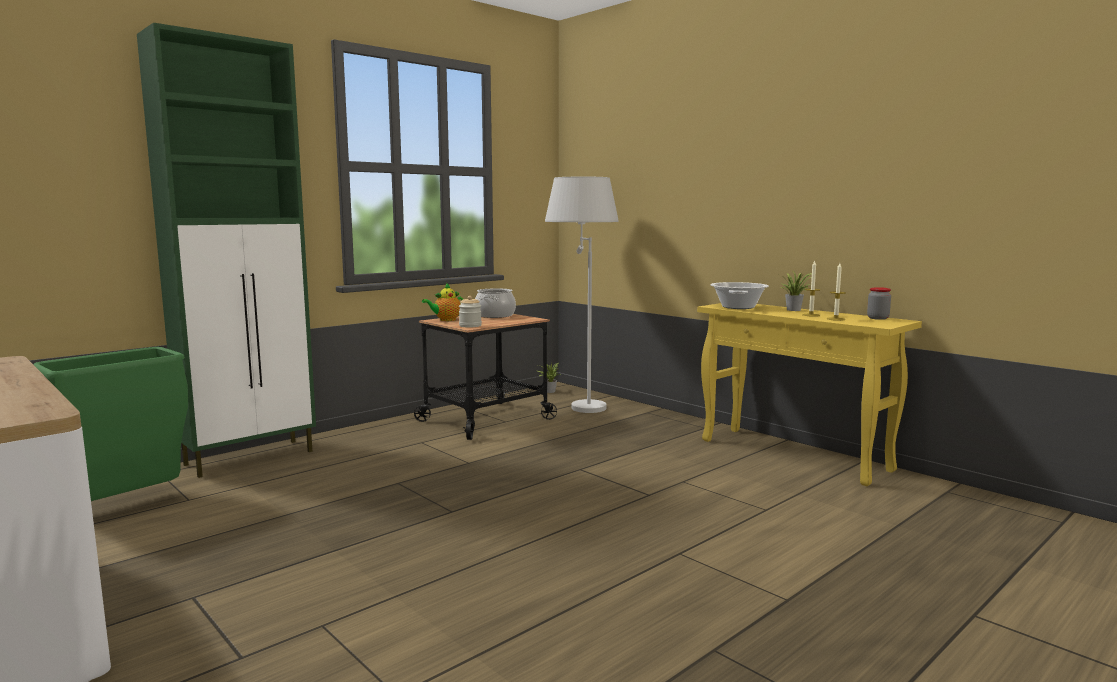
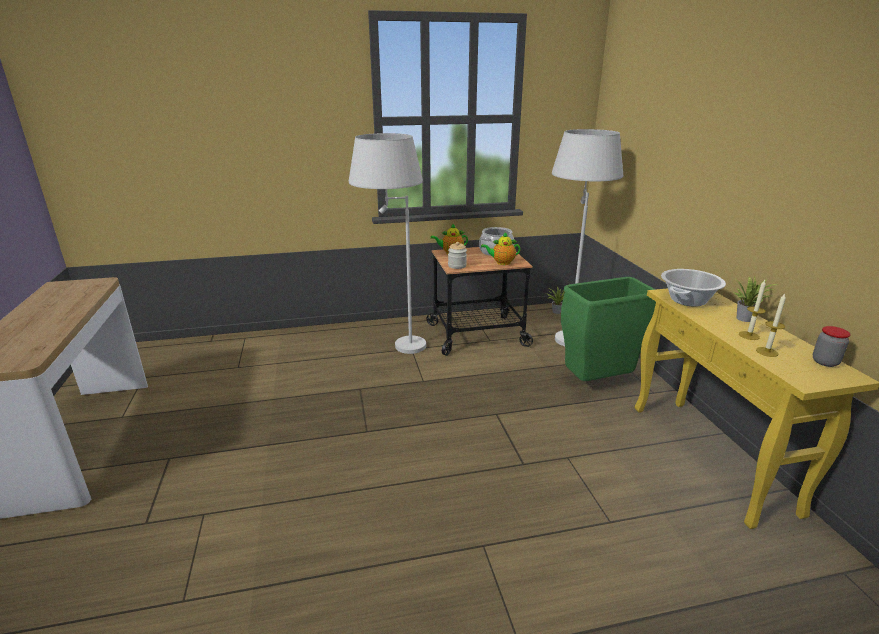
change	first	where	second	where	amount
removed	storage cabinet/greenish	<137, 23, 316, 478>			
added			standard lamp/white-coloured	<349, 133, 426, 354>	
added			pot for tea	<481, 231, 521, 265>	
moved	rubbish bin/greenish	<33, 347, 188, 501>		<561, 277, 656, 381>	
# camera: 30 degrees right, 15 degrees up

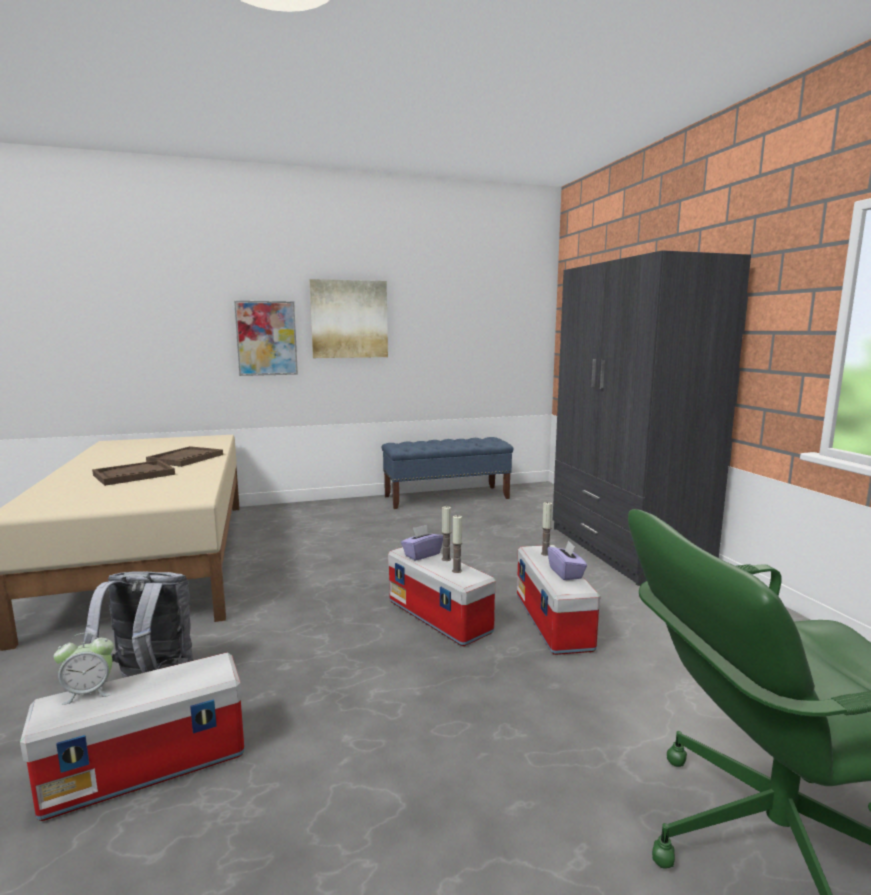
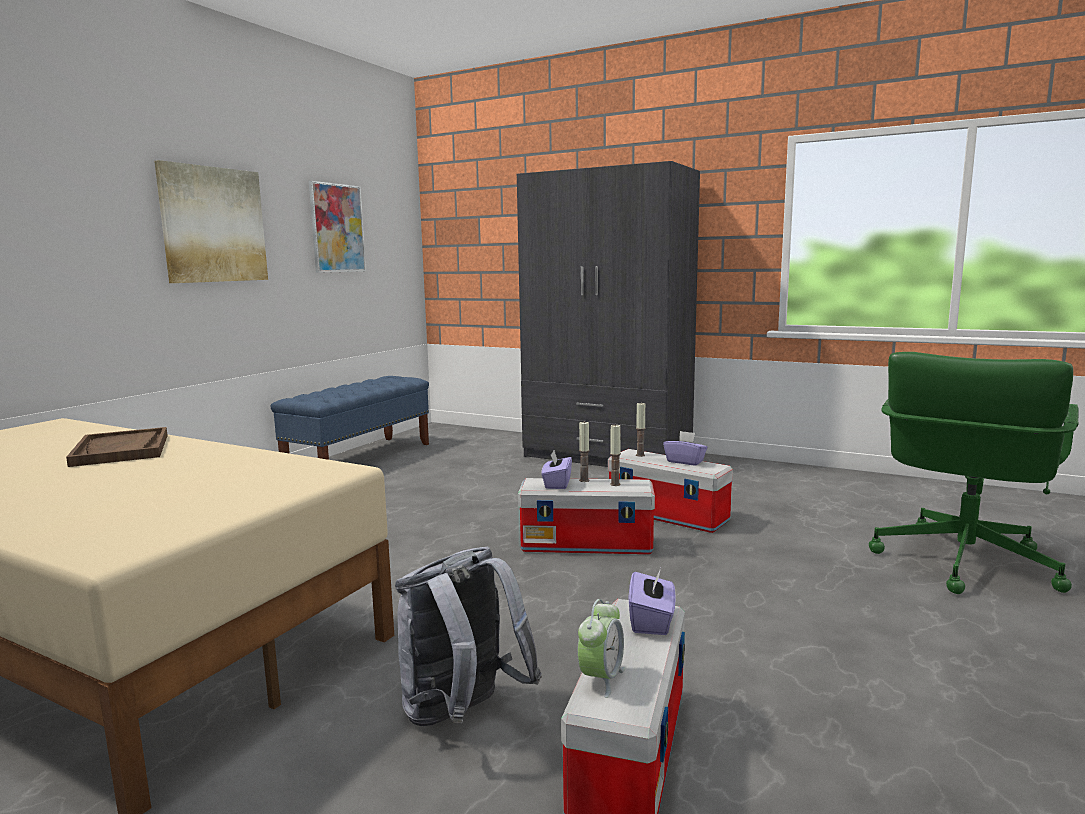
change	first	where	second	where	amount
removed	carrying tray/brownish	<92, 460, 175, 486>			
added			tissue box/purple	<629, 568, 676, 635>	
moved	wall art	<234, 301, 298, 376>		<309, 181, 366, 273>	
# camera: 45 degrees left, 0 degrees up

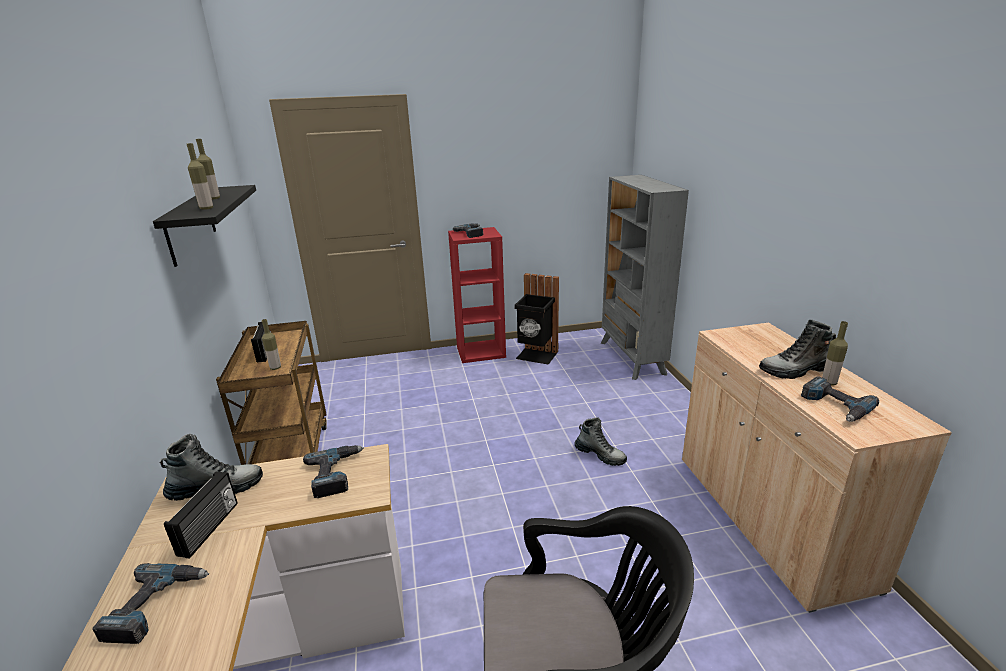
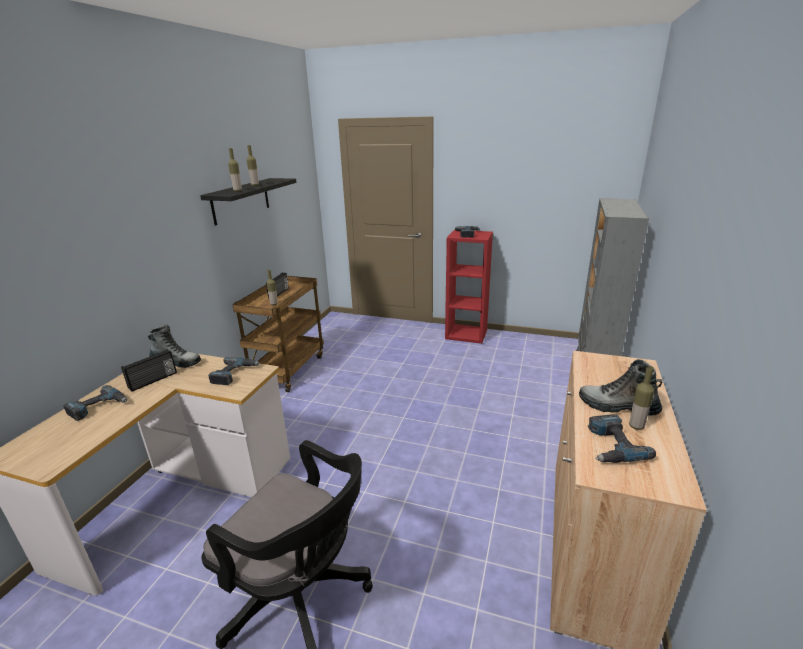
change	first	where	second	where	amount
removed	rubbish bin/blackish	<514, 273, 559, 365>			
removed	high-top boot	<575, 417, 627, 466>			
# camera: 30 degrees right, 0 degrees up

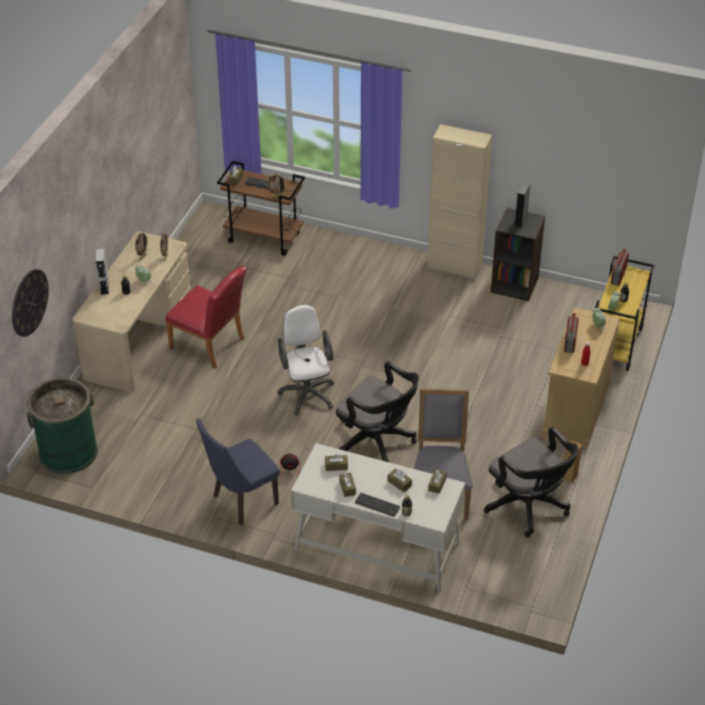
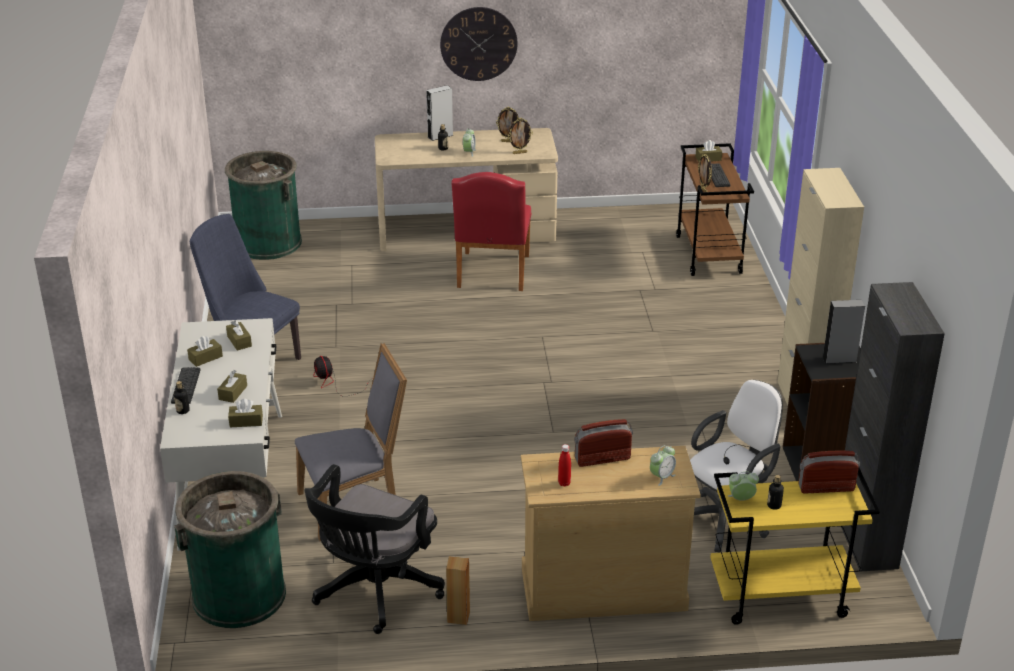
change	first	where	second	where	amount
removed	computer chair/blackish	<336, 361, 419, 462>			
added			rubbish bin/greenish	<174, 471, 286, 628>	
added			storage cabinet/blackish	<841, 282, 945, 572>	
moved	hanging clock	<12, 269, 49, 337>		<440, 7, 518, 81>	
moved	computer chair/white-coloured	<277, 304, 334, 416>		<690, 380, 783, 552>	
# camera: 65 degrees right, 10 degrees down

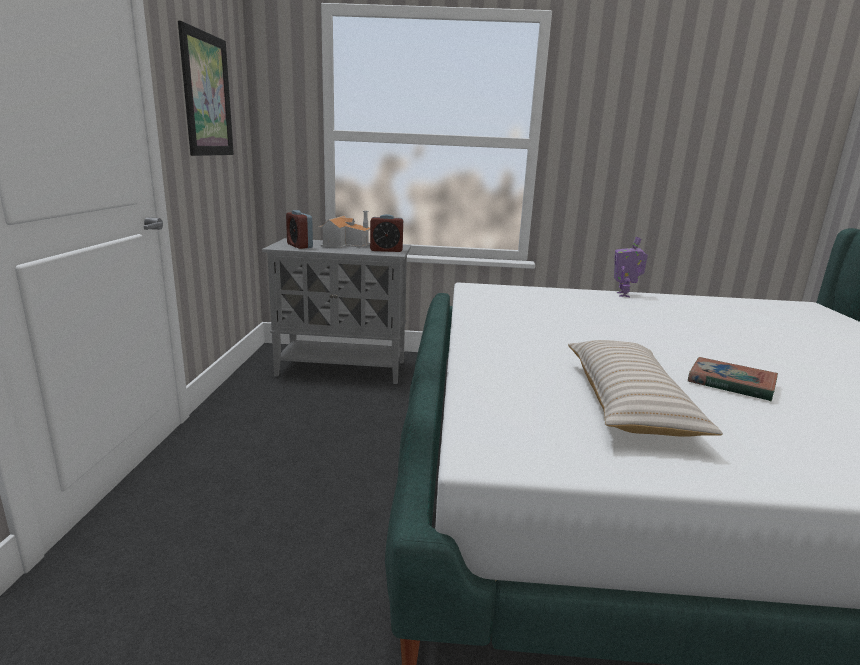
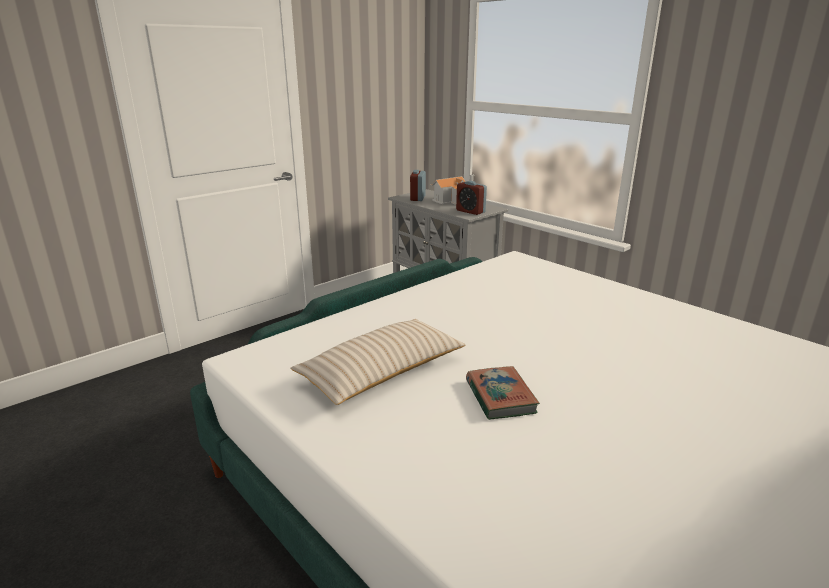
change	first	where	second	where	amount
removed	wall art	<178, 21, 234, 156>			
removed	toy robot	<614, 237, 648, 297>			
# camera: 45 degrees right, 5 degrees up

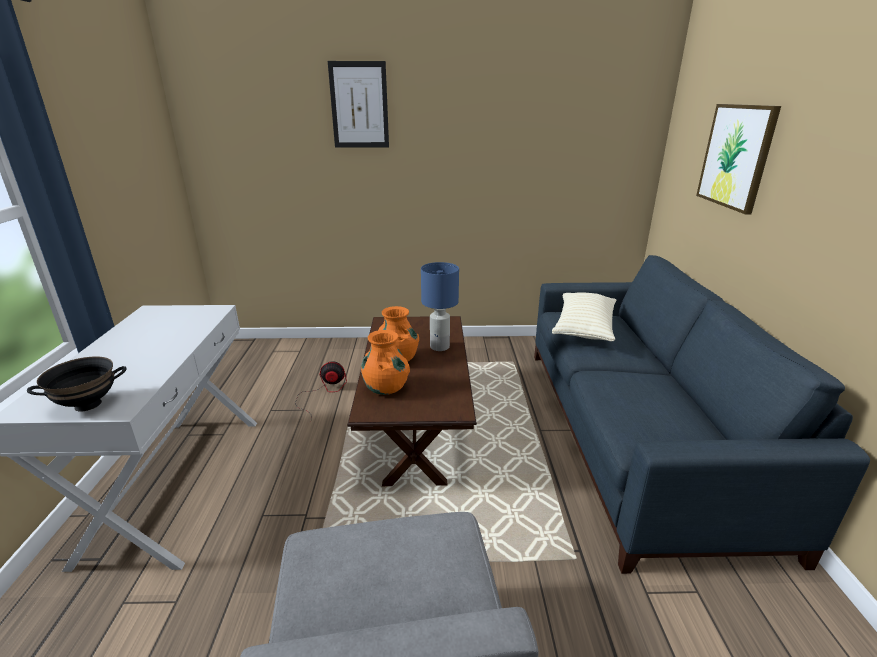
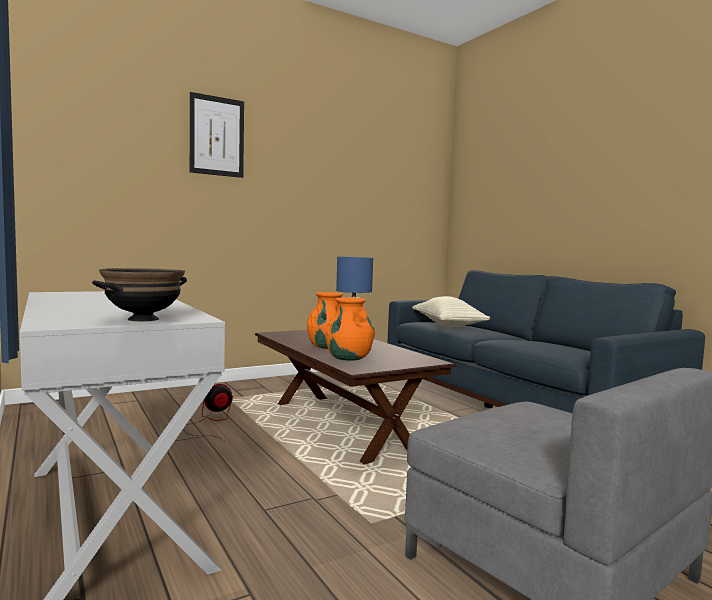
change	first	where	second	where	amount
removed	wall art	<696, 104, 781, 214>			
# camera: 30 degrees left, 20 degrees down

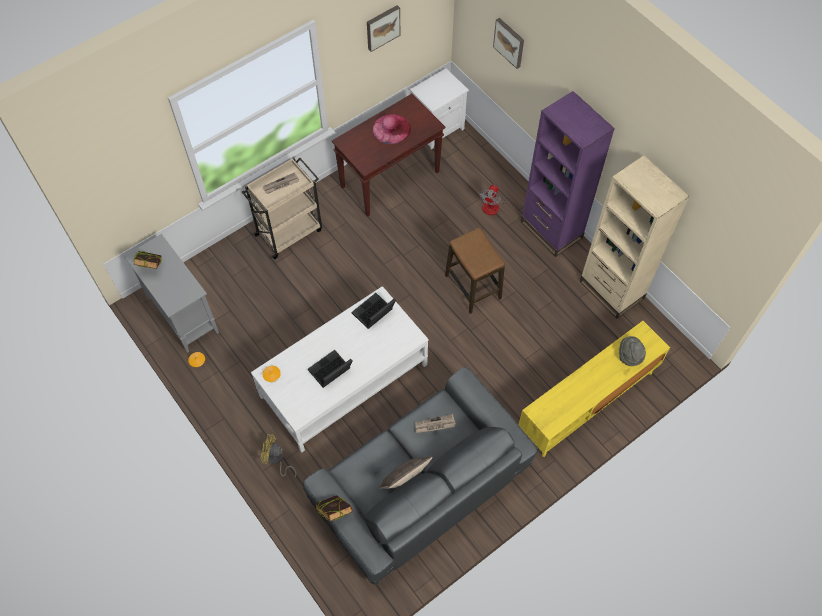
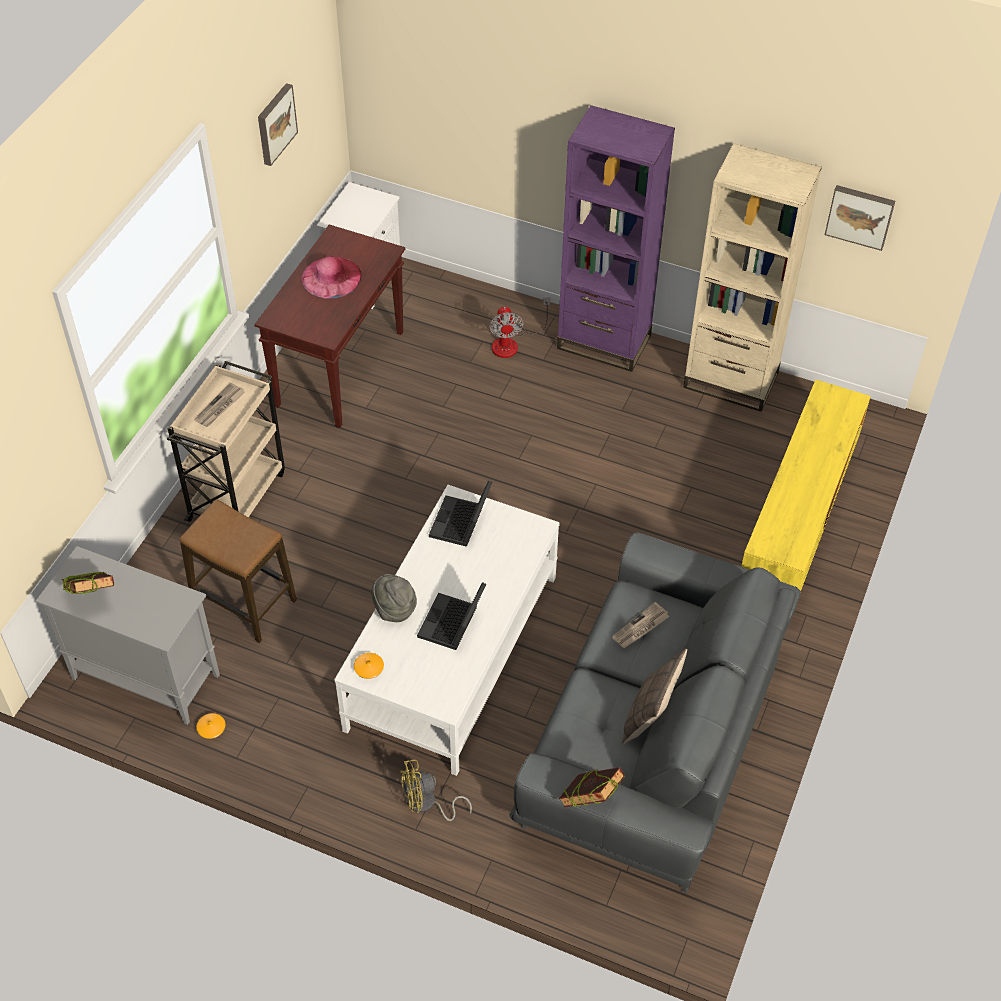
change	first	where	second	where	amount
moved	stool seat	<445, 227, 505, 314>		<180, 499, 297, 643>	
moved	wall art	<493, 18, 524, 69>		<825, 185, 895, 251>	
moved	hat/greyish	<619, 336, 646, 366>		<371, 574, 417, 622>	
# camera: 30 degrees left, 10 degrees down

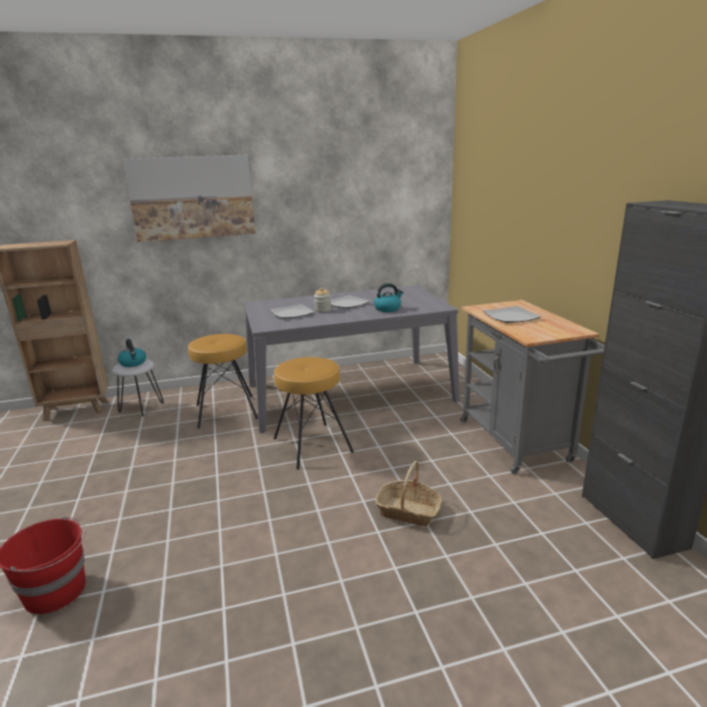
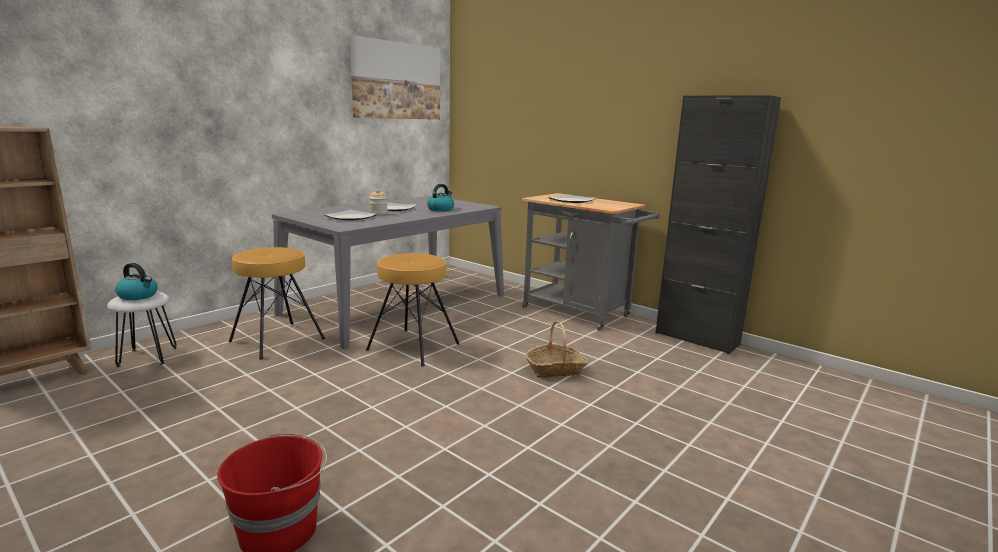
change	first	where	second	where	amount
moved	wall art	<123, 155, 255, 242>		<350, 35, 440, 120>	
# camera: 35 degrees left, 5 degrees down

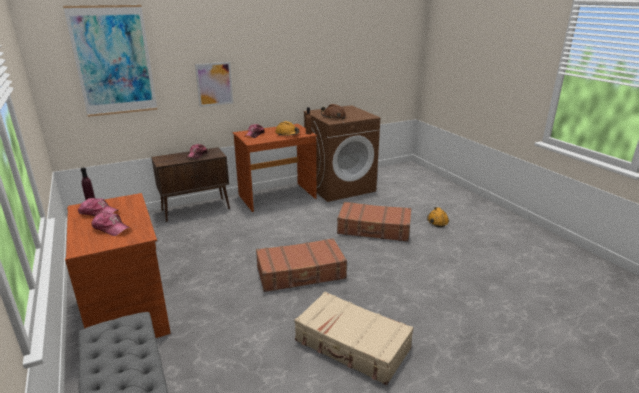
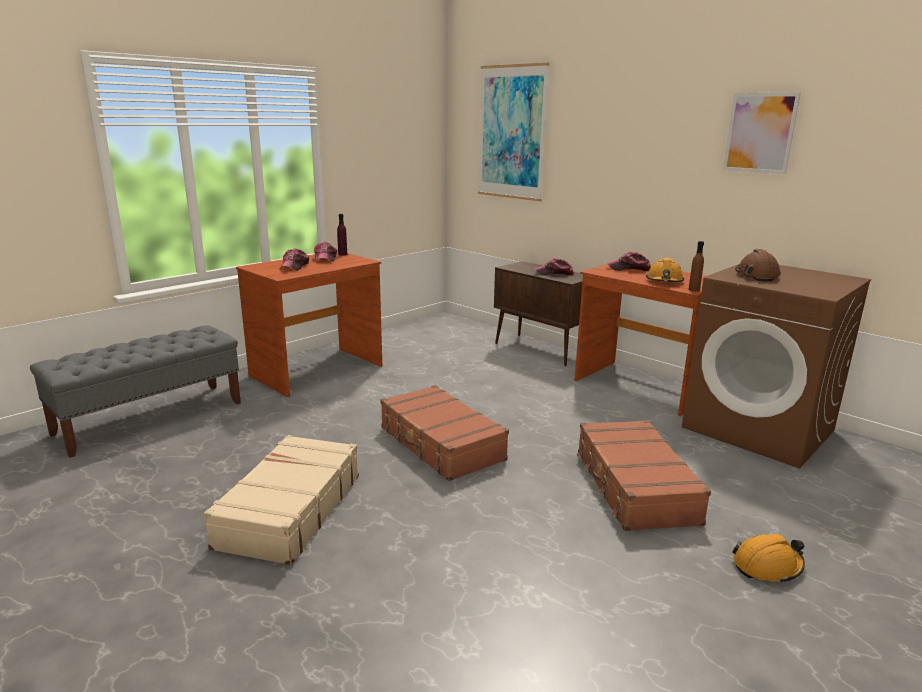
change	first	where	second	where	amount
moved	wall art	<195, 62, 233, 107>		<723, 93, 801, 174>	
# camera: 70 degrees right, 5 degrees down

